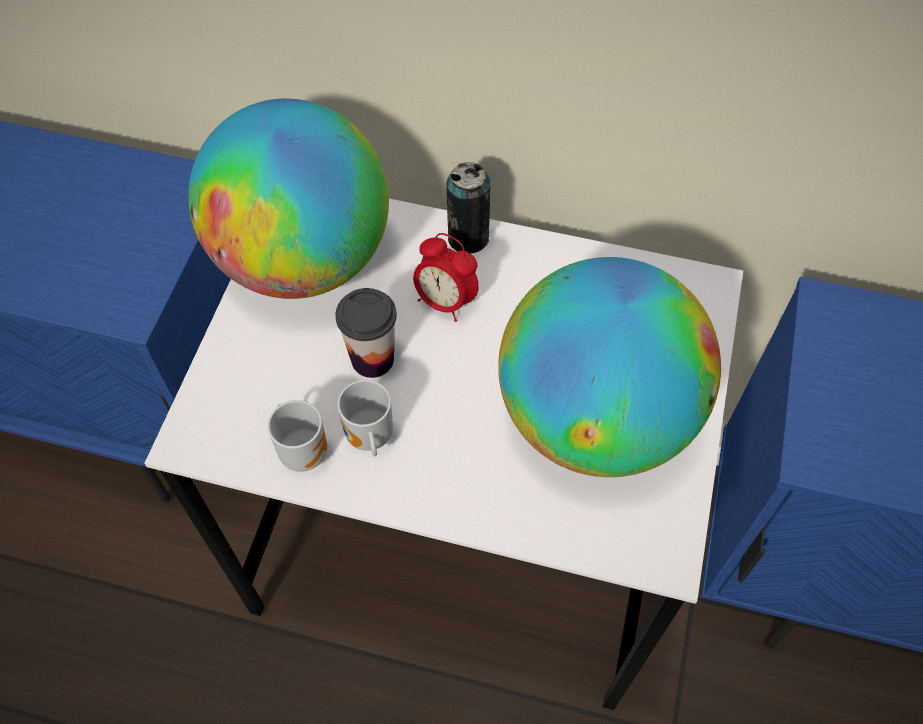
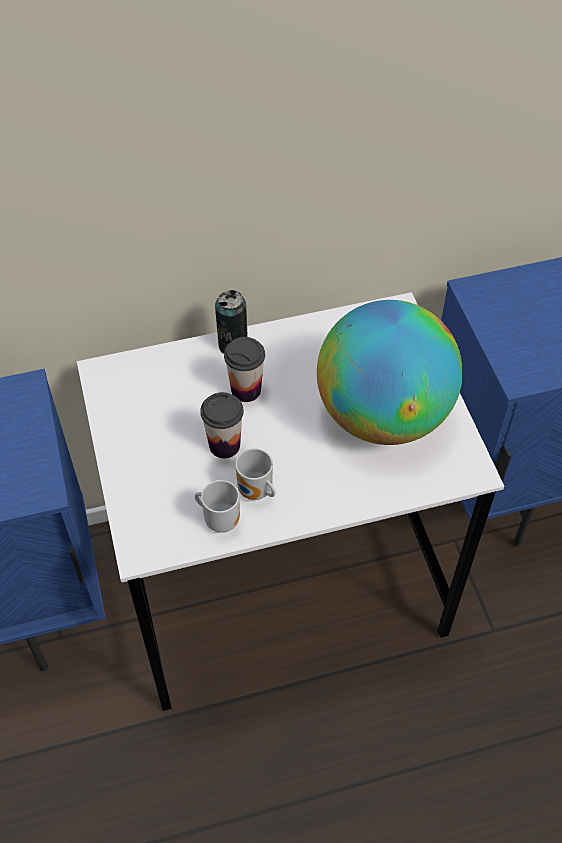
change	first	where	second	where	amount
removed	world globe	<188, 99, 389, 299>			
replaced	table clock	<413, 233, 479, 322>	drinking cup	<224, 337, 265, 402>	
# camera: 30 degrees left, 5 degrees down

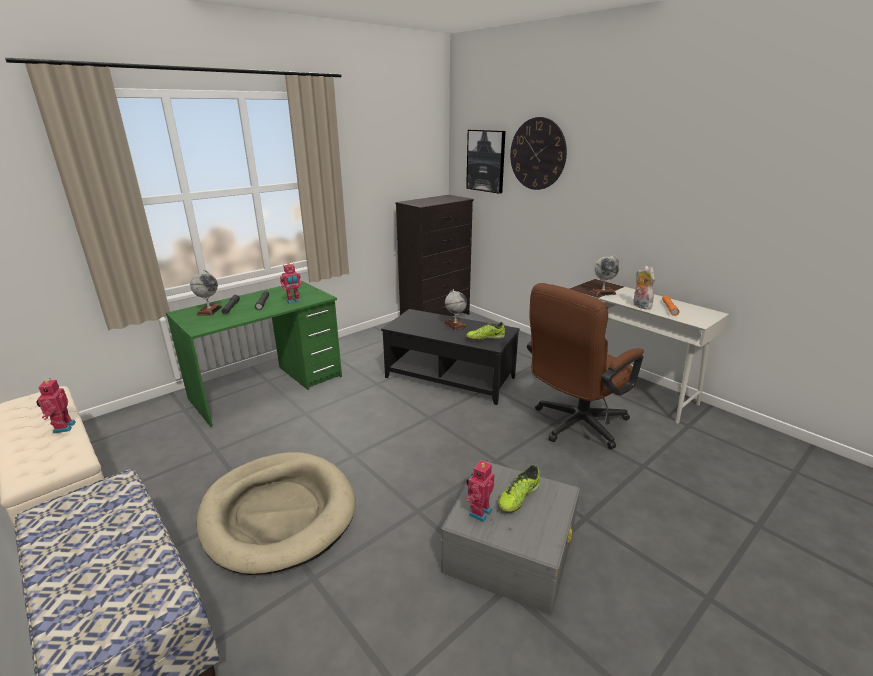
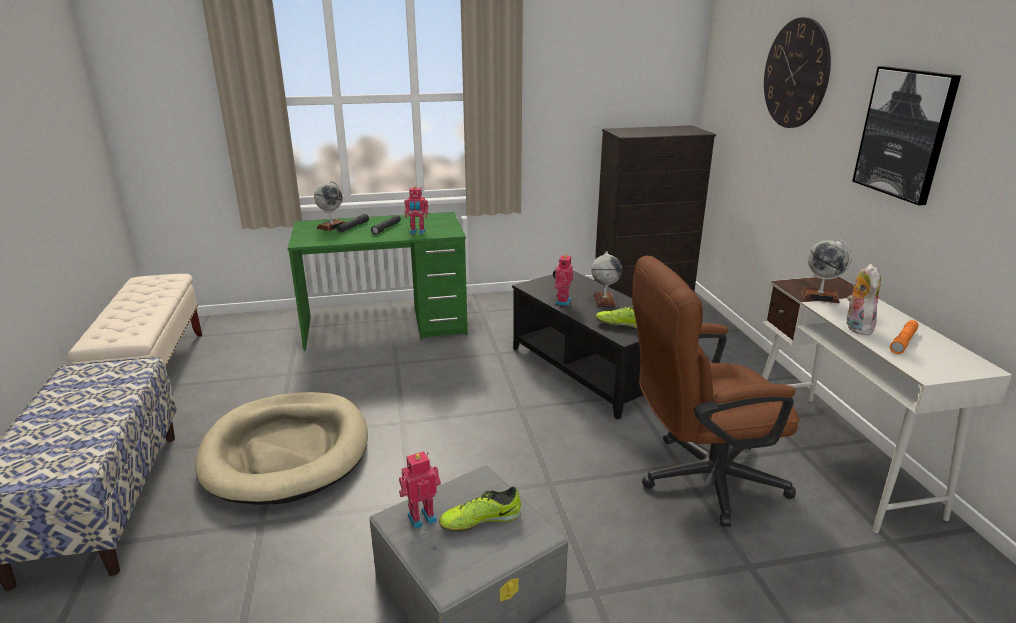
change	first	where	second	where	amount
moved	toy robot	<36, 378, 76, 433>		<553, 253, 573, 306>	
moved	wall art	<466, 130, 506, 194>		<852, 66, 961, 205>	
# camera: 30 degrees right, 0 degrees up

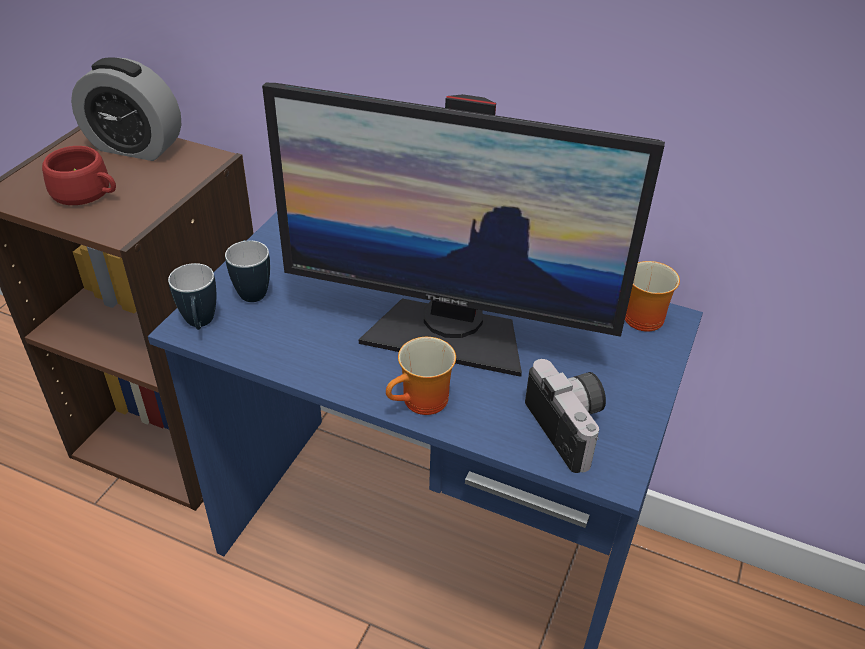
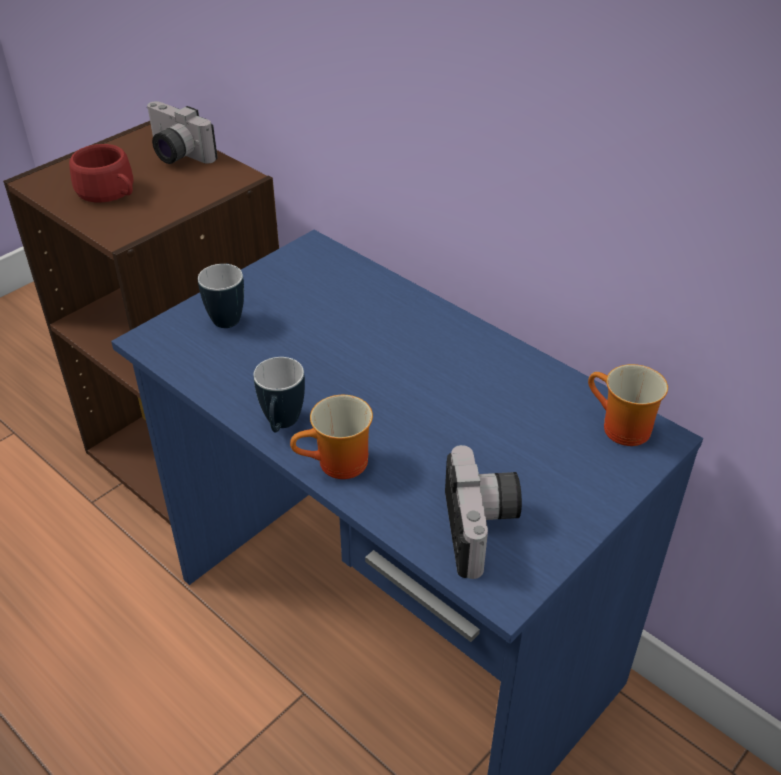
change	first	where	second	where	amount
removed	monitor	<262, 83, 665, 377>			
moved	tea mug	<168, 263, 216, 330>		<253, 357, 305, 432>	
replaced	table clock	<71, 57, 181, 161>	still camera	<147, 101, 218, 164>	
# camera: 20 degrees right, 0 degrees up

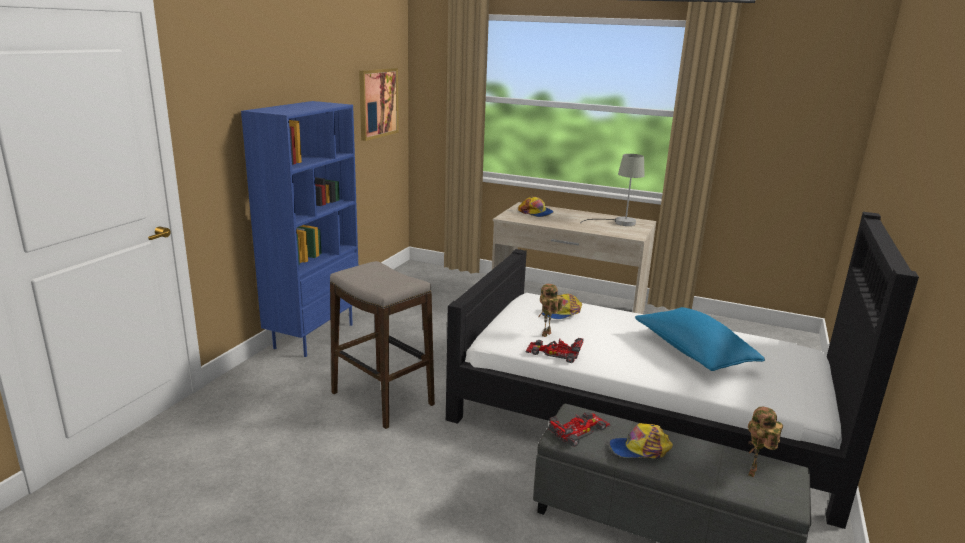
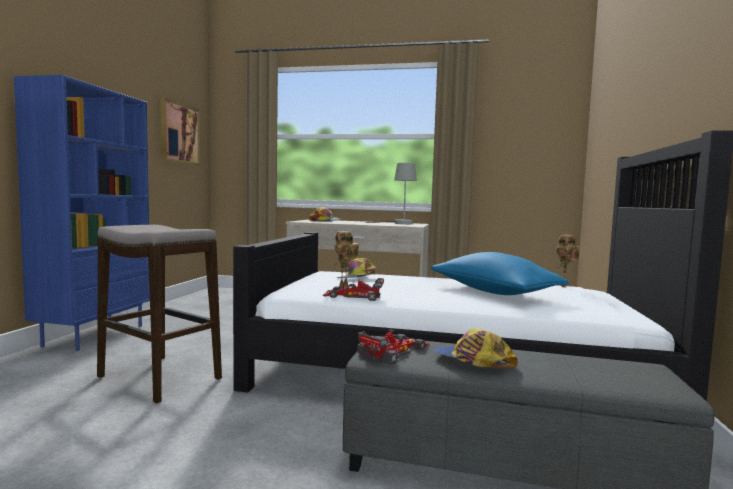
change	first	where	second	where	amount
moved	toy robot	<748, 407, 783, 477>		<556, 235, 580, 288>	
turned	baseball cap	<609, 423, 673, 458>		<434, 329, 518, 369>	60 degrees clockwise
# camera: 10 degrees left, 15 degrees down

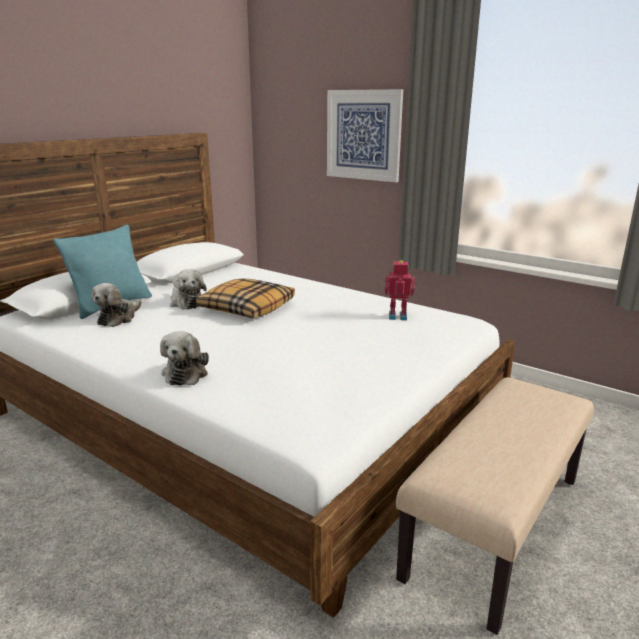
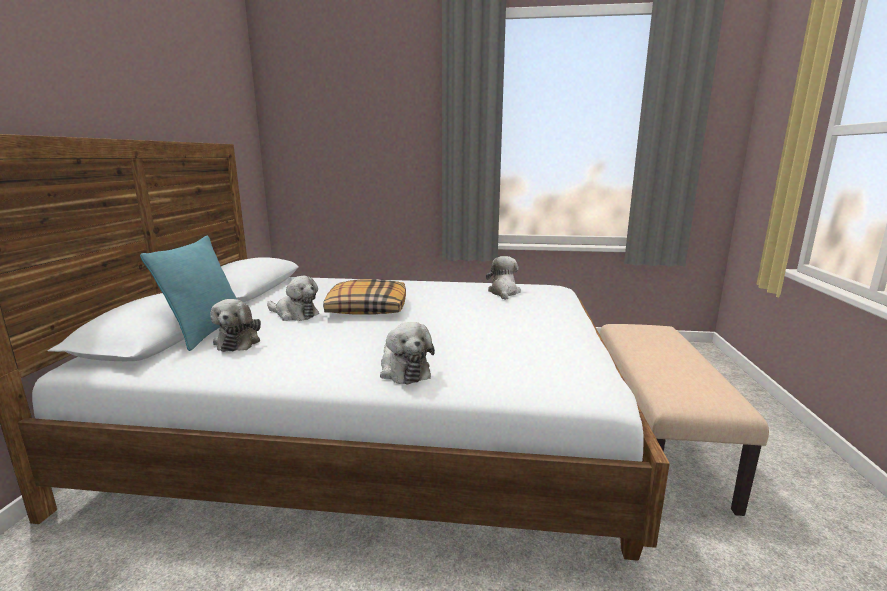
change	first	where	second	where	amount
removed	wall art	<327, 89, 403, 182>			
replaced	toy robot	<385, 260, 415, 320>	cuddly toy	<486, 256, 521, 300>	
# camera: 30 degrees left, 5 degrees down

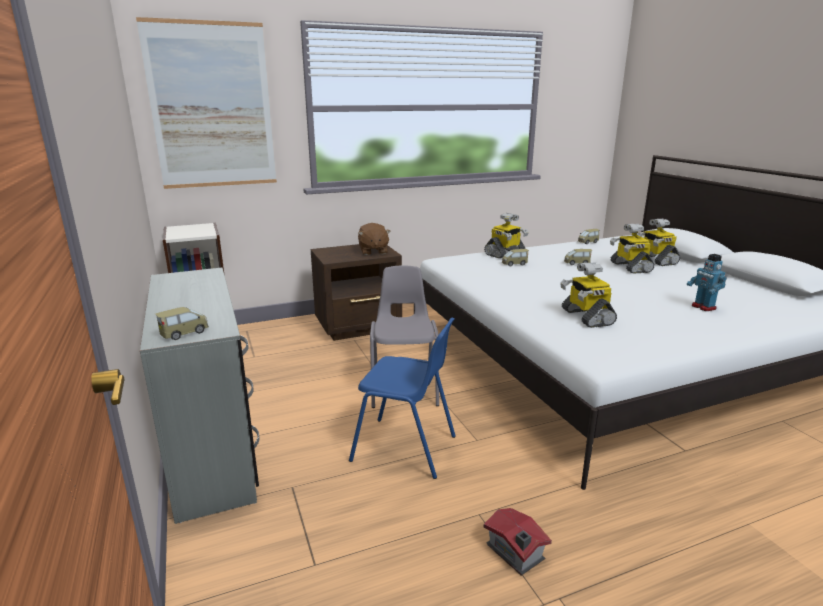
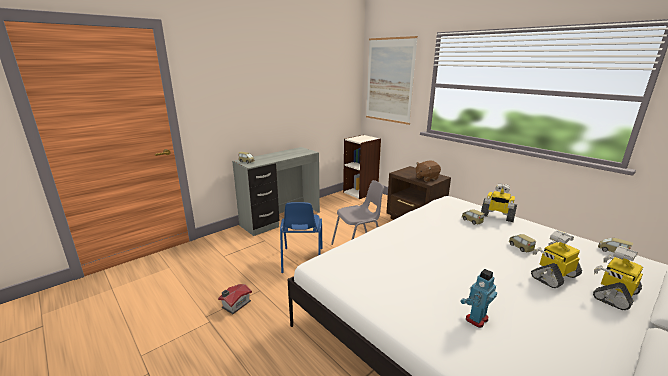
change	first	where	second	where	amount
removed	toy robot	<560, 262, 617, 328>			
# camera: 70 degrees right, 0 degrees up

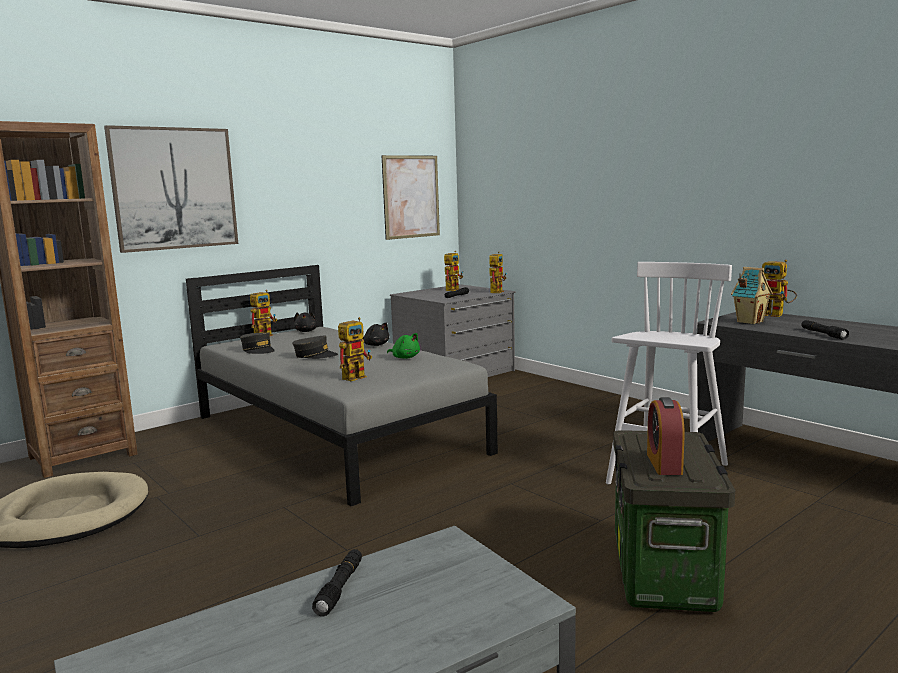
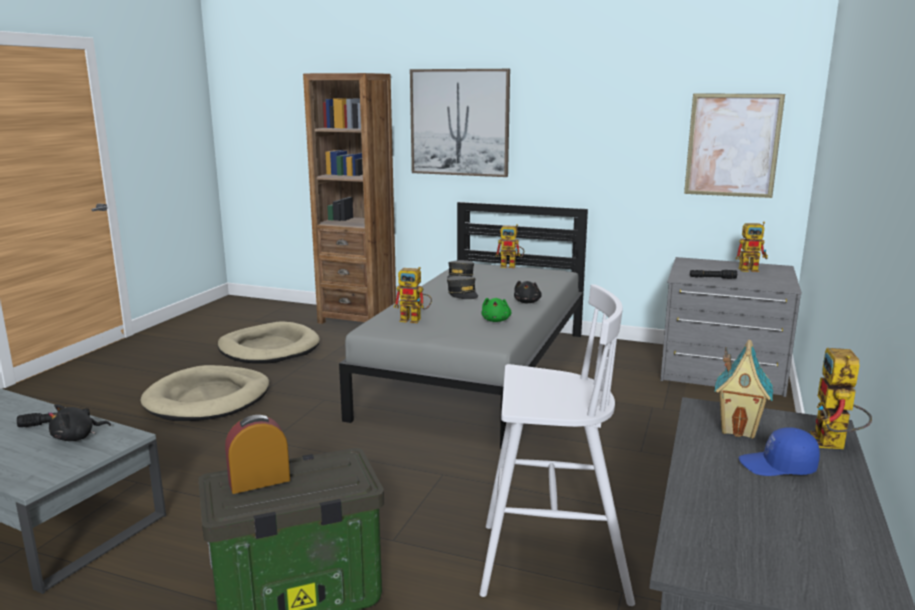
change	first	where	second	where	amount
removed	toy robot	<489, 252, 507, 293>			
removed	torch/blackish	<801, 320, 849, 340>			
added			dog bed/beige-coloured	<140, 365, 269, 421>	
added			baseball cap/blue	<739, 427, 820, 476>	
moved	cuddly toy/blackish	<294, 312, 318, 332>		<48, 404, 111, 441>	
# camera: 60 degrees right, 5 degrees up

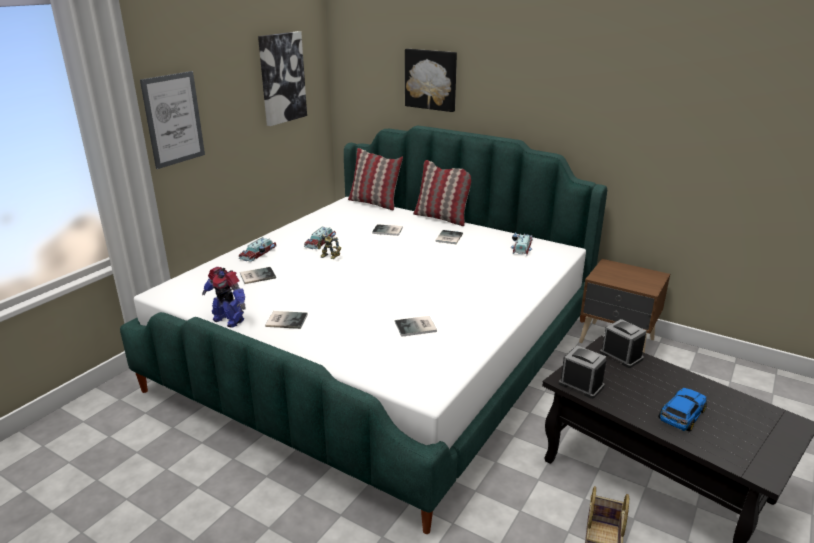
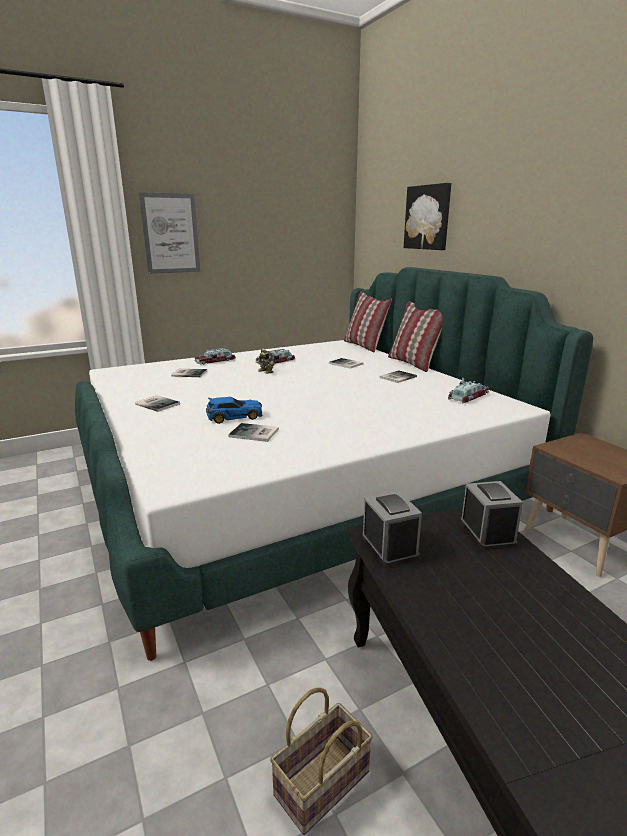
change	first	where	second	where	amount
removed	toy robot	<202, 267, 245, 328>			
removed	wall art	<258, 31, 307, 126>			
moved	model car	<658, 388, 707, 432>		<206, 397, 262, 424>	
# camera: 30 degrees right, 5 degrees down

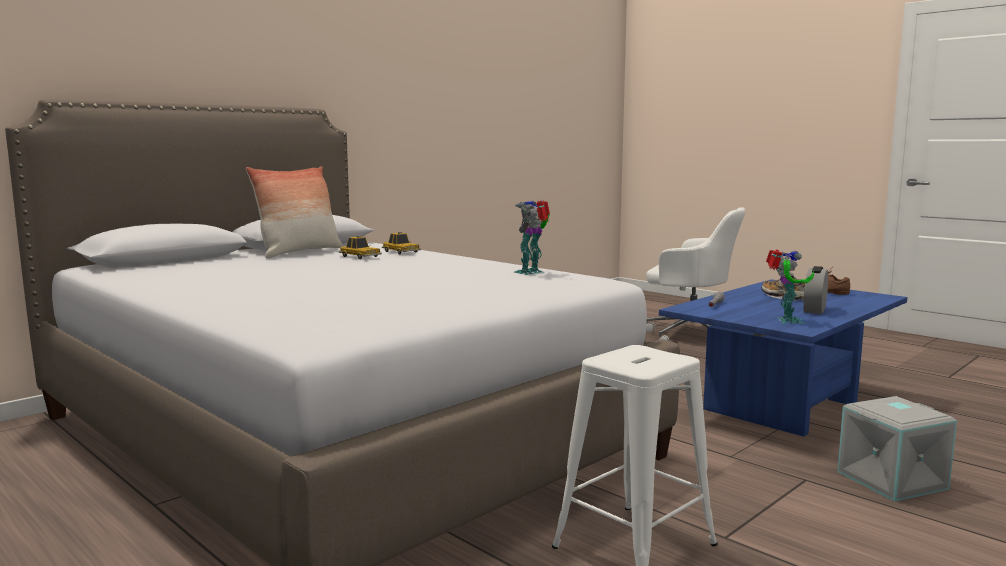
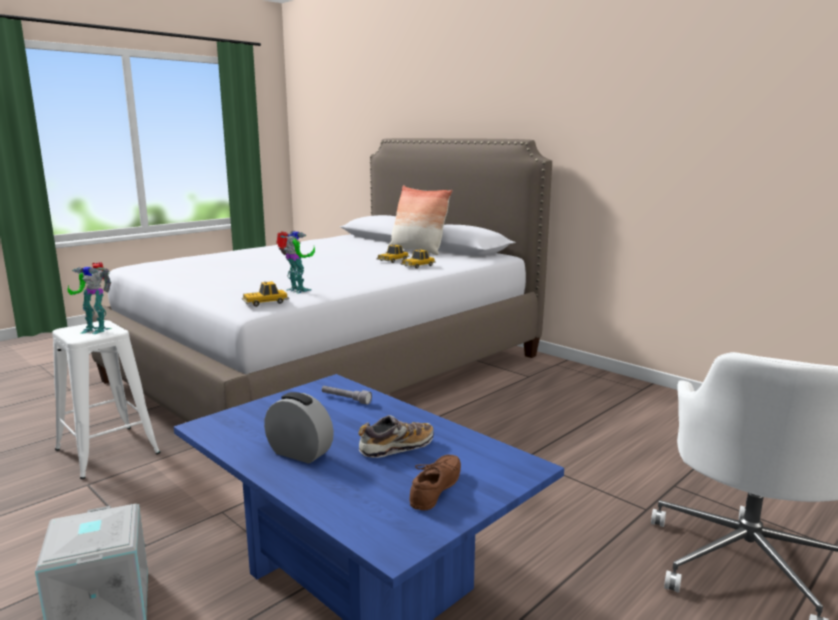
change	first	where	second	where	amount
added			model car	<242, 281, 289, 307>	
moved	toy robot	<766, 249, 814, 324>		<68, 262, 111, 334>	
# camera: 90 degrees right, 5 degrees up

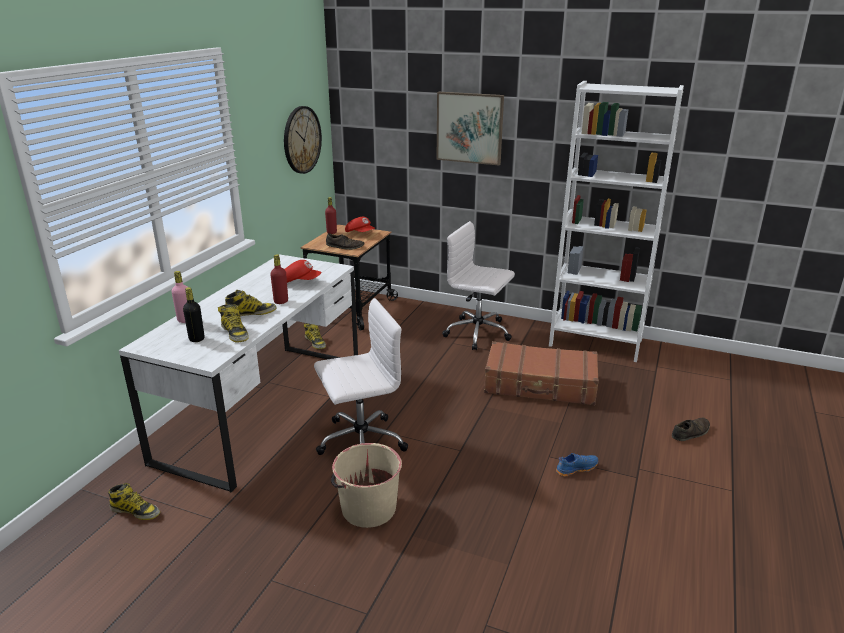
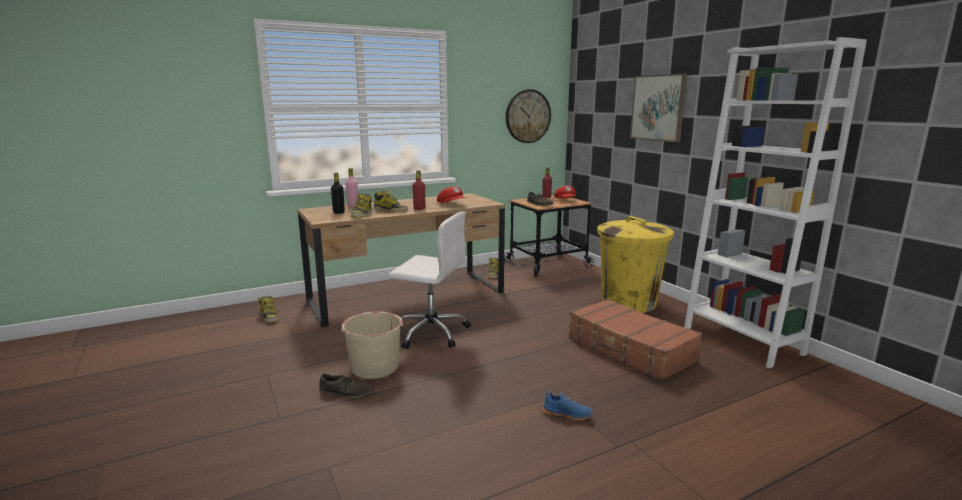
change	first	where	second	where	amount
moved	item of footwear/brownish	<672, 418, 710, 441>		<319, 374, 374, 398>	
replaced	computer chair/white-coloured	<442, 221, 515, 350>	rubbish bin/yellow-coloured	<597, 216, 674, 313>	
recoloured	desk unit/white-coloured	<119, 254, 358, 492>	desk unit/brownish	<297, 193, 505, 327>	
# camera: 40 degrees right, 10 degrees down

